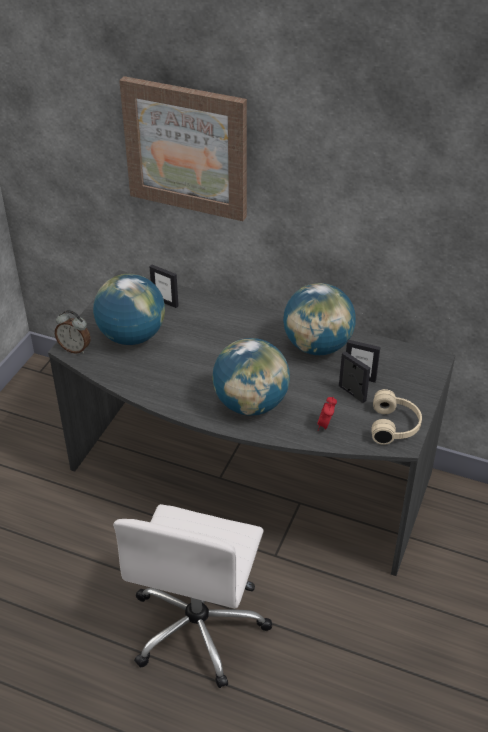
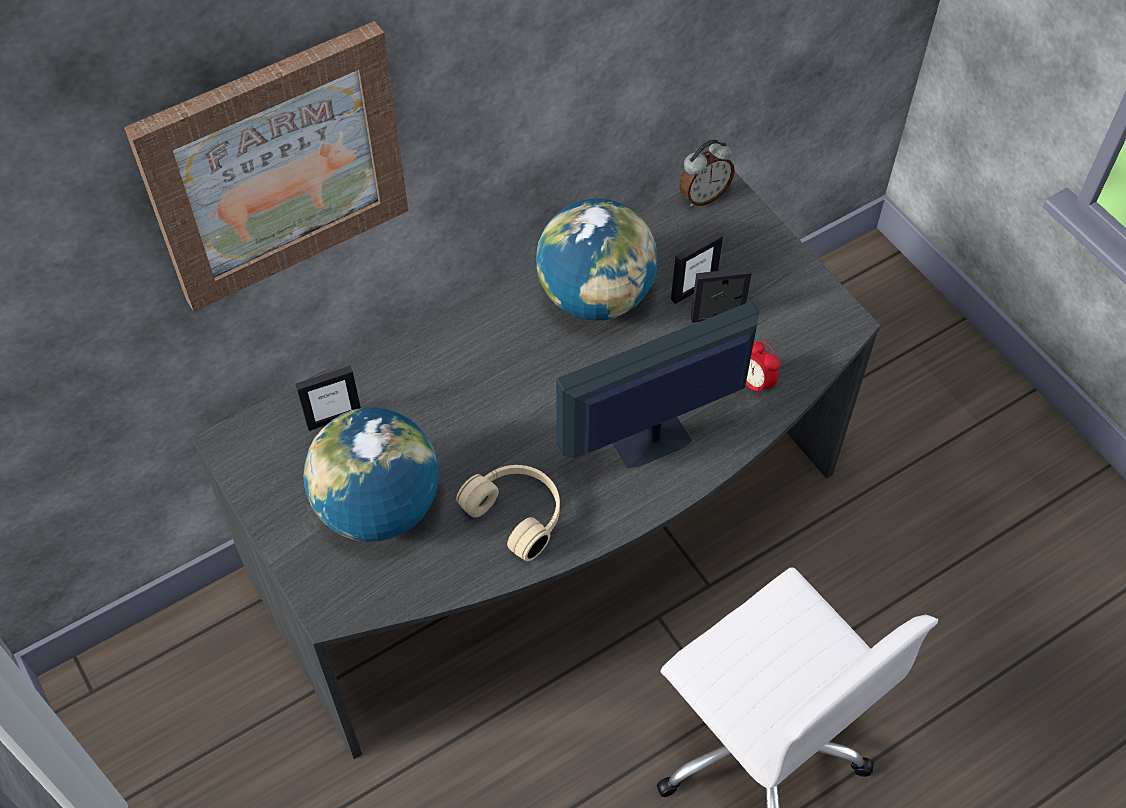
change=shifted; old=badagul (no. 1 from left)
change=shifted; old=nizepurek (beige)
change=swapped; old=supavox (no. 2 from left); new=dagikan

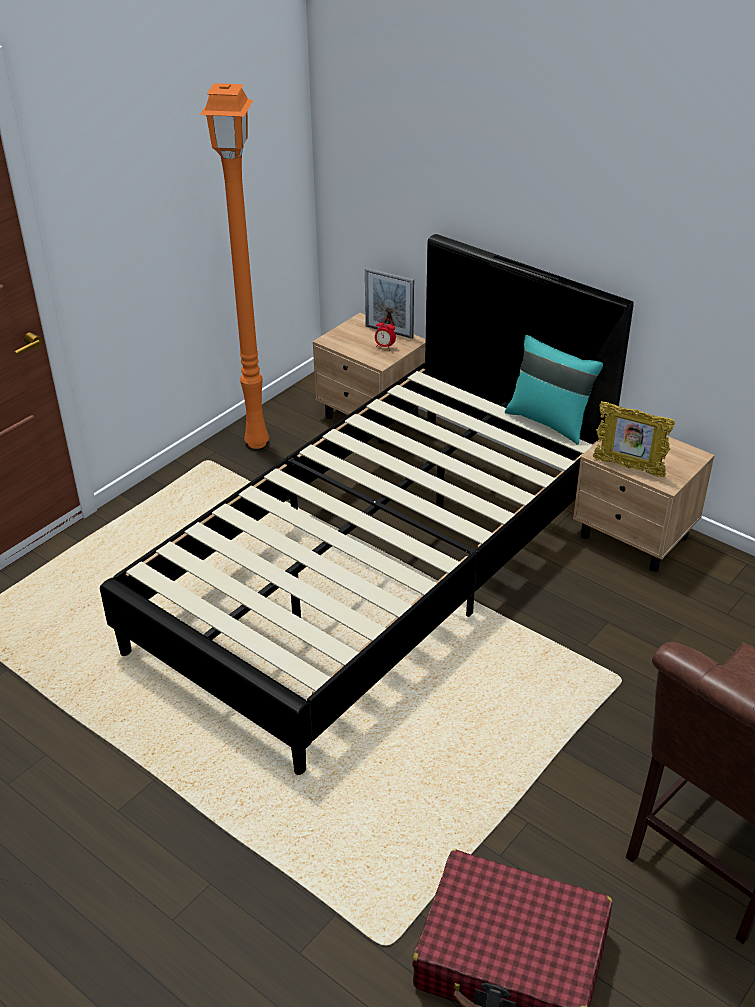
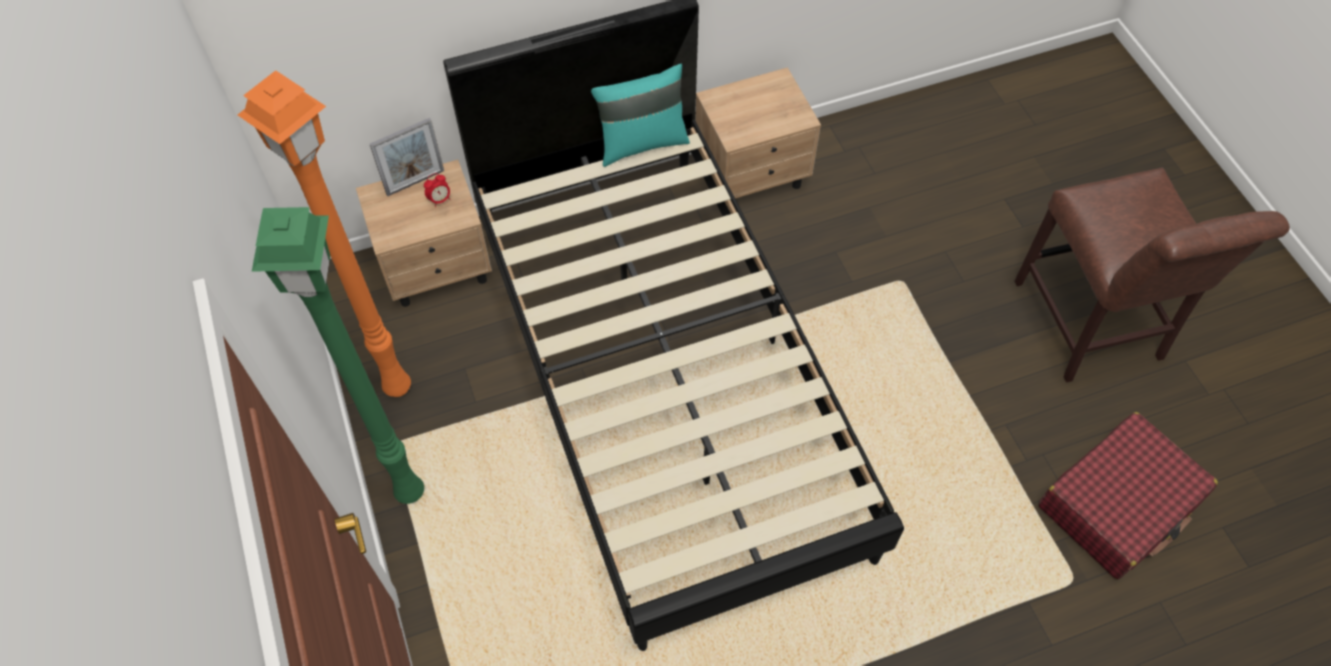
change=gone; old=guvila (no. 2 from left)
change=new; new=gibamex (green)

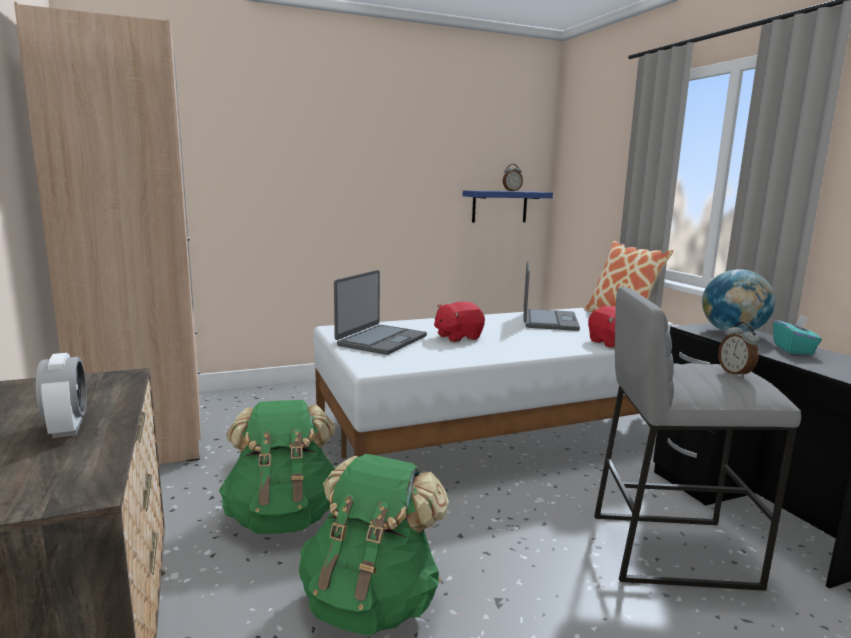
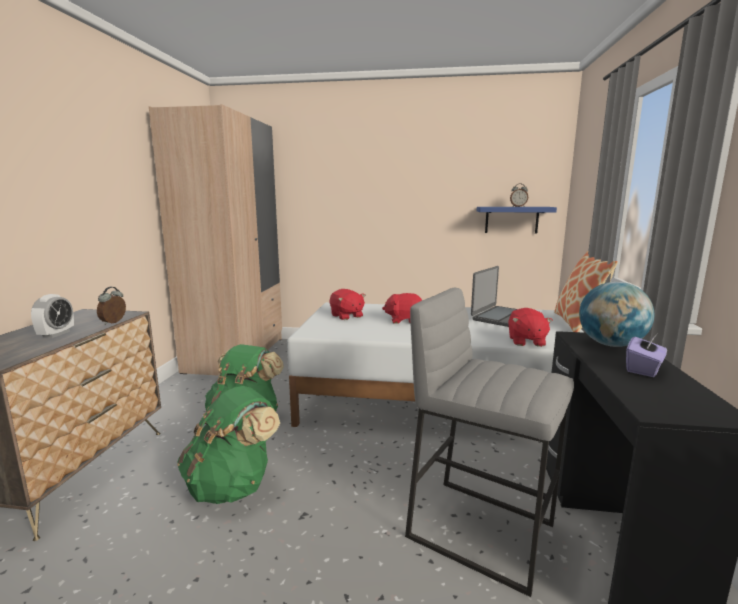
change=shifted; old=badagul (no. 3 from left in the first image); new=badagul (no. 2 from left)
change=swapped; old=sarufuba (no. 1 from left); new=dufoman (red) (no. 1 from left)
change=repainted; old=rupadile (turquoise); new=rupadile (purple)

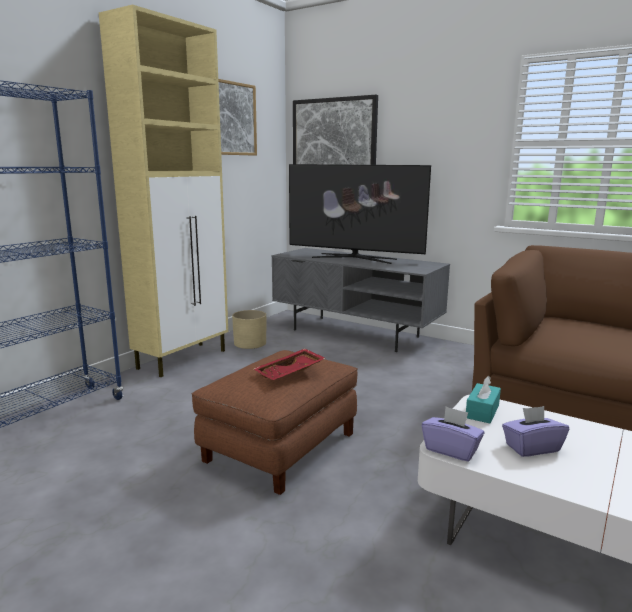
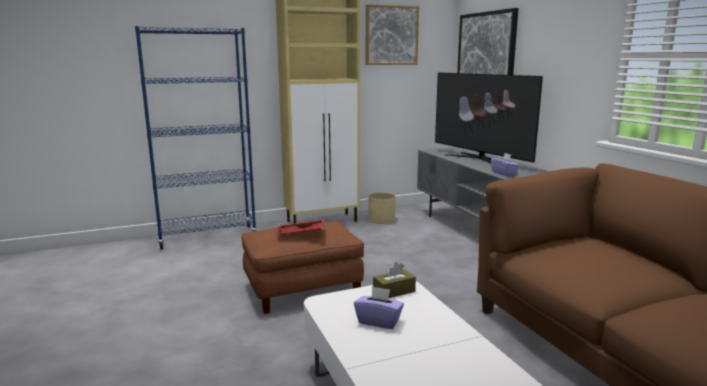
change=shifted; old=rupadile (purple) (no. 1 from left in the first image); new=rupadile (purple) (no. 2 from left)
change=repainted; old=rupadile (turquoise); new=rupadile (brown)

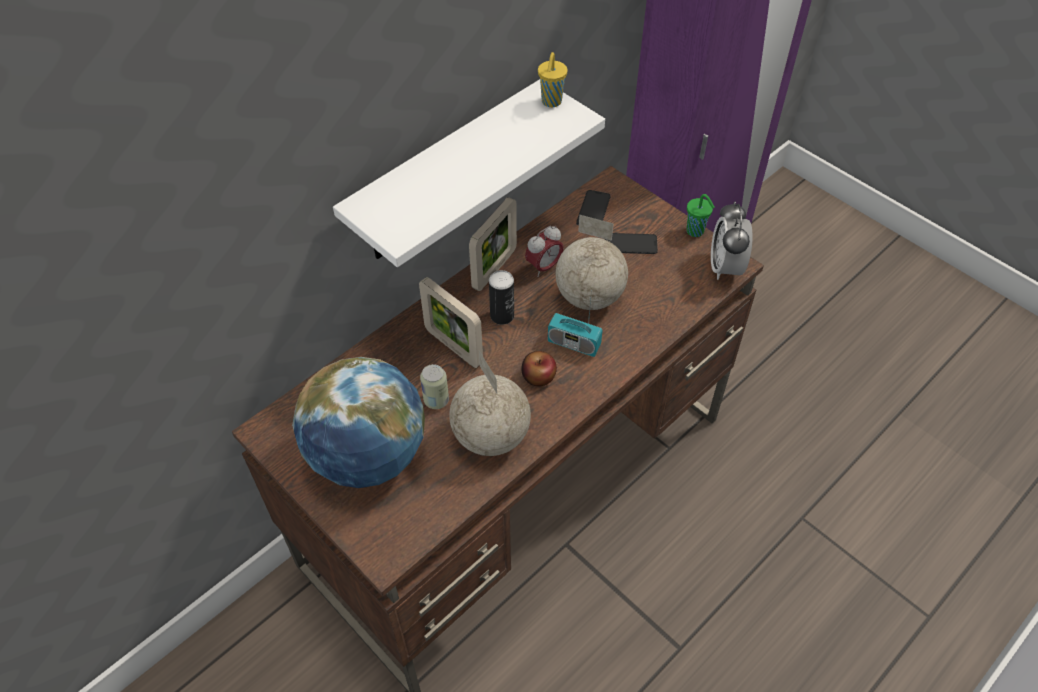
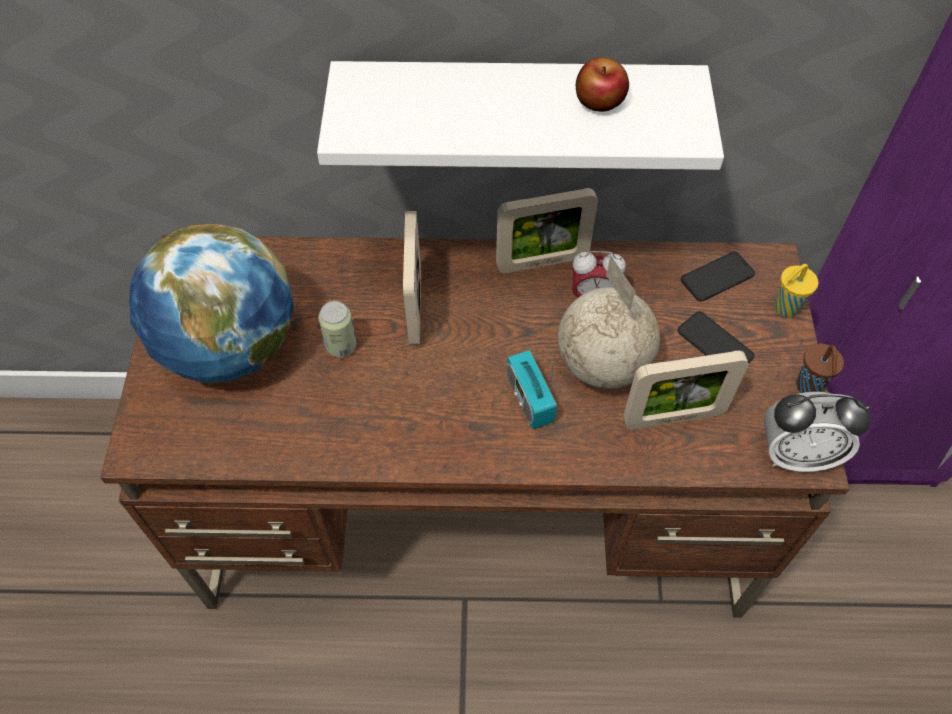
change=gone; old=supavox (no. 2 from left)
change=gone; old=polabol (no. 2 from left)
change=new; new=guvila (no. 3 from left)
change=shifted; old=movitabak
change=shifted; old=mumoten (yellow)
change=repainted; old=mumoten (green); new=mumoten (brown)
change=rotated; old=badagul (no. 2 from left); degrees=-135

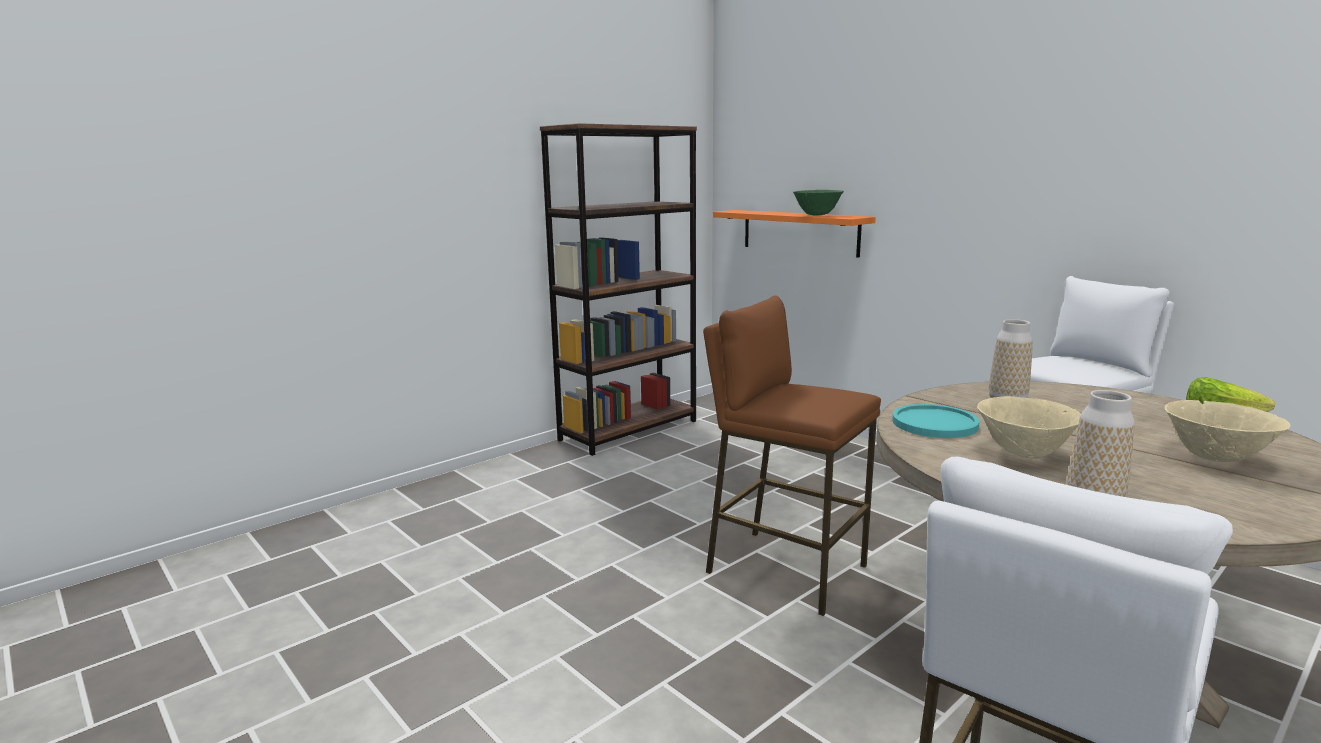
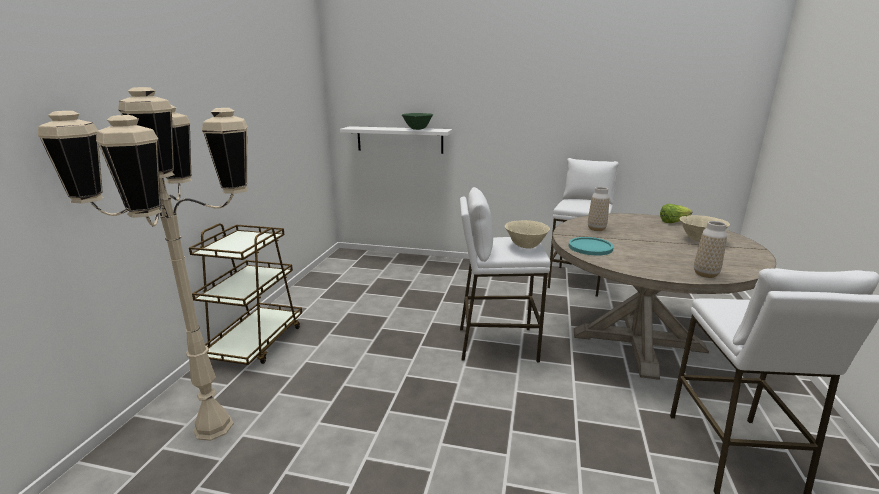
change=gone; old=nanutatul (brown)
change=new; new=gibamex (beige)
change=new; new=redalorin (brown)
change=shifted; old=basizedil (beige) (no. 1 from left)
change=repainted; old=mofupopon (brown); new=mofupopon (white) (no. 1 from left)
change=repainted; old=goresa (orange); new=goresa (white)

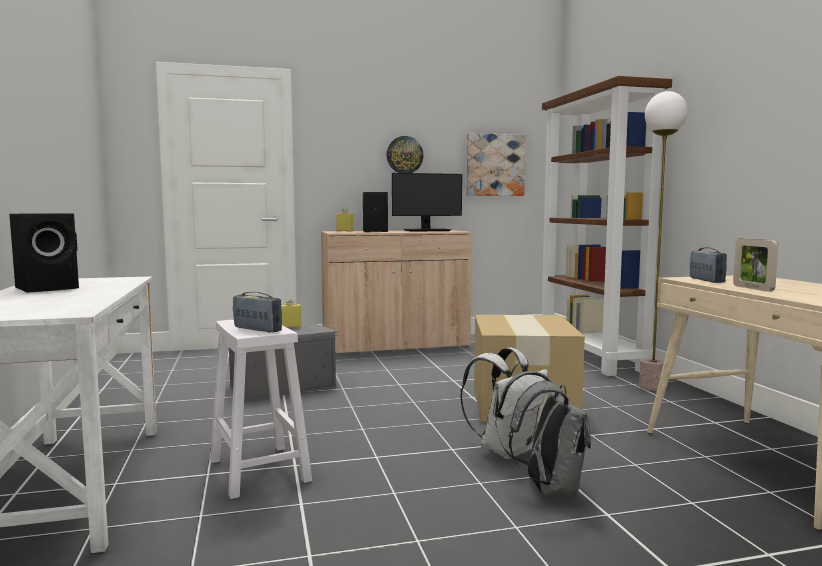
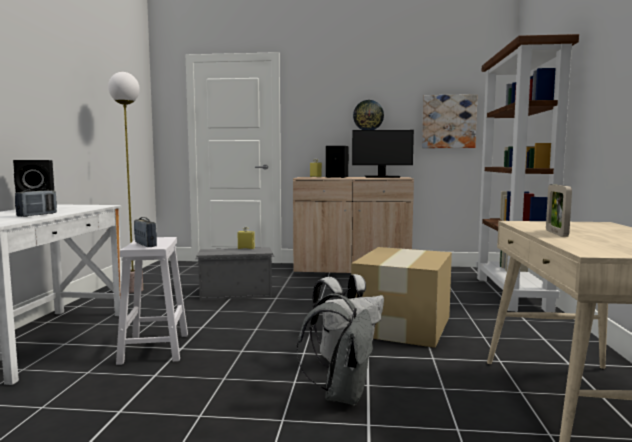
change=shifted; old=gibamex
change=shifted; old=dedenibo (no. 2 from left in the first image); new=dedenibo (no. 1 from left)

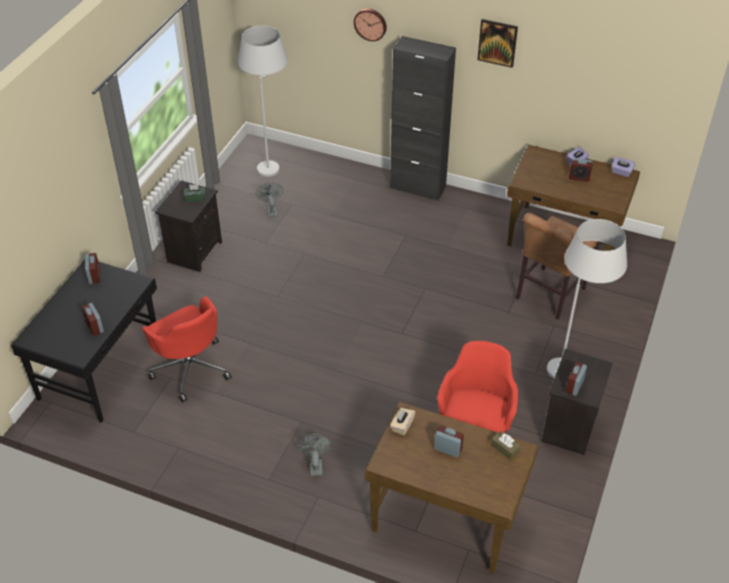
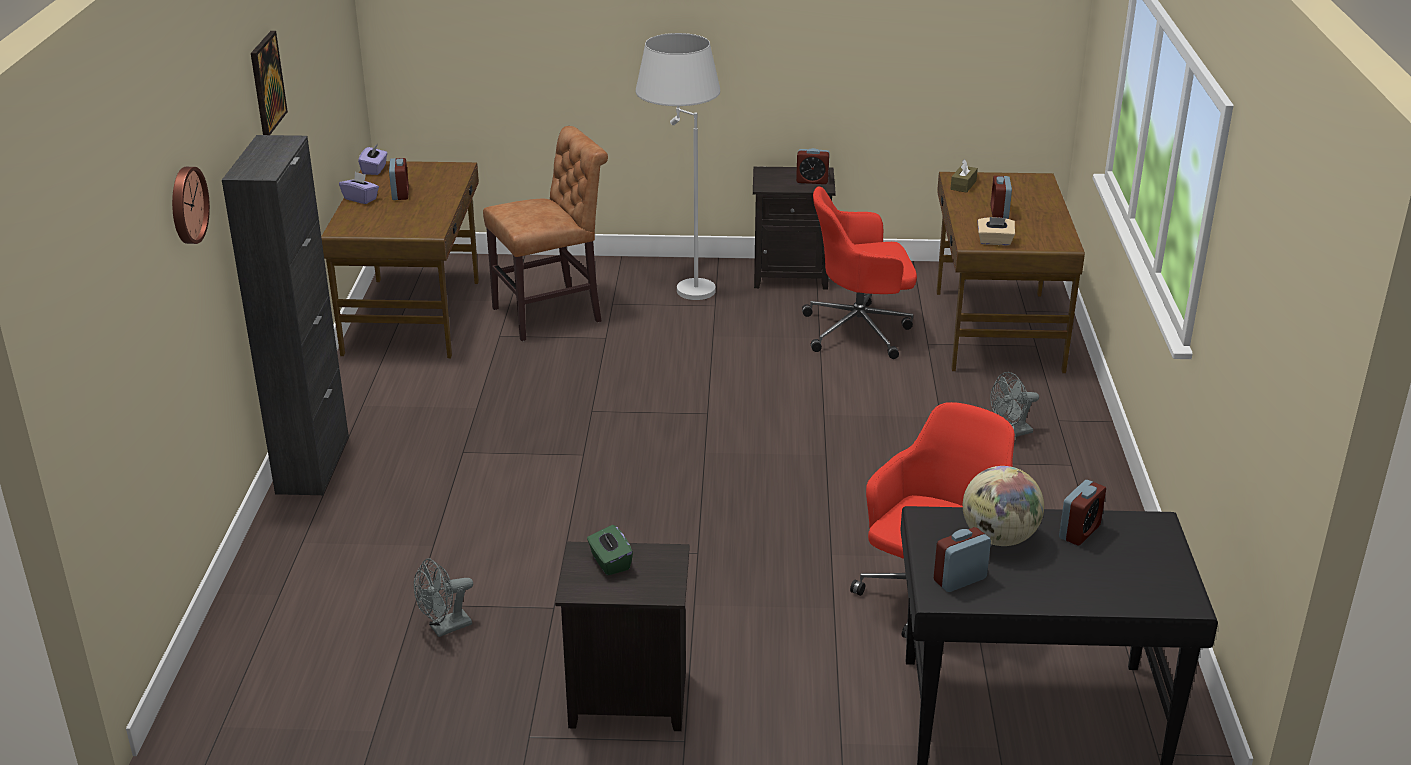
change=gone; old=gibamex (white) (no. 1 from left)
change=new; new=supavox
change=rotated; old=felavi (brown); degrees=-45

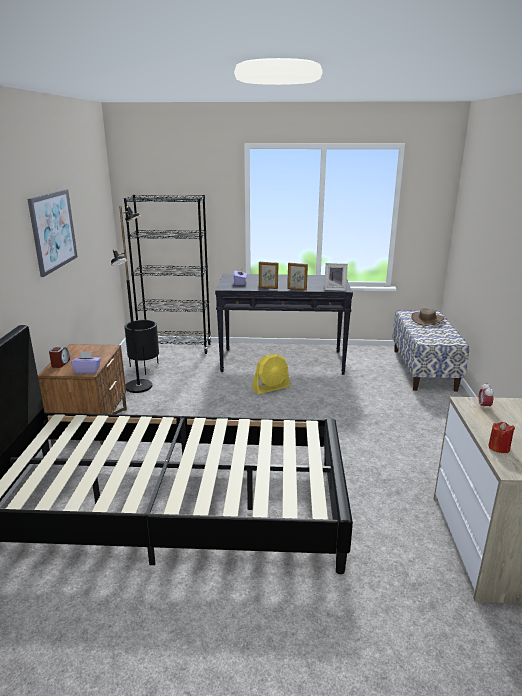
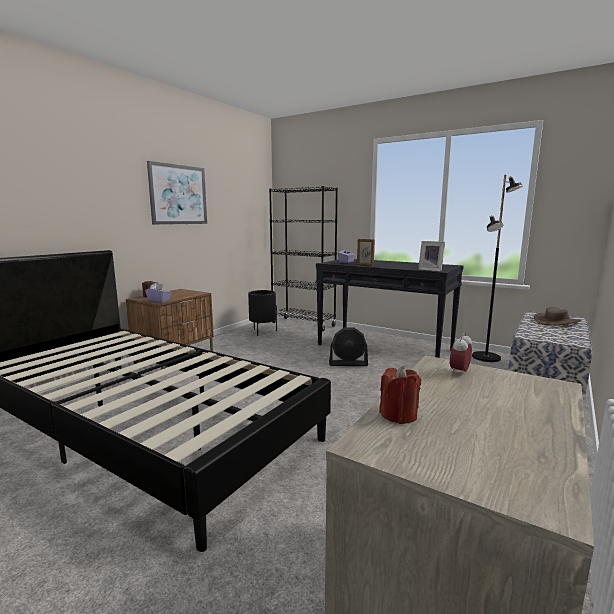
change=gone; old=guvila (no. 2 from left)
change=shifted; old=gibamex (black)
change=repainted; old=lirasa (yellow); new=lirasa (black)

